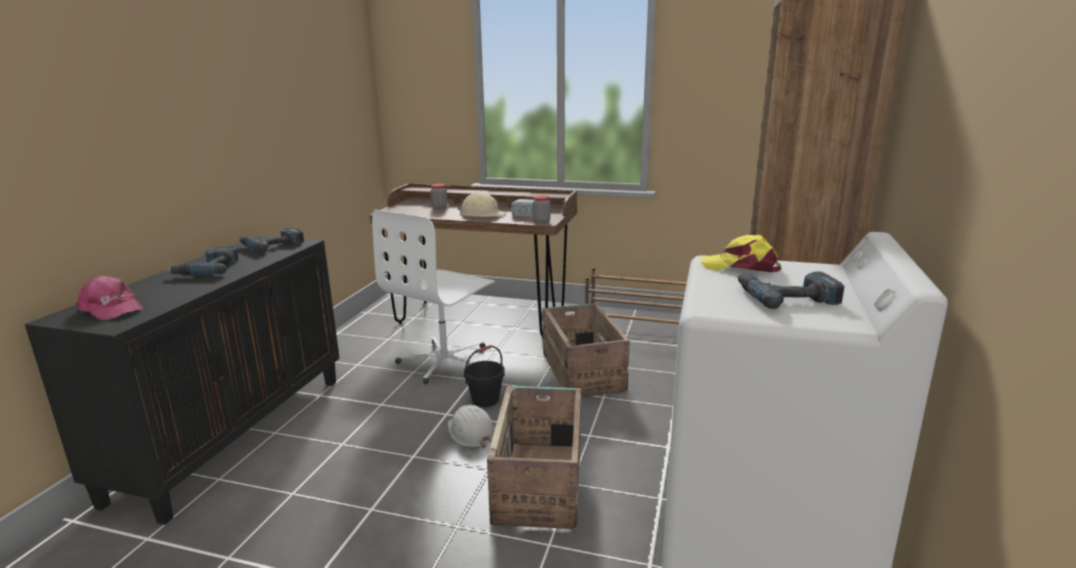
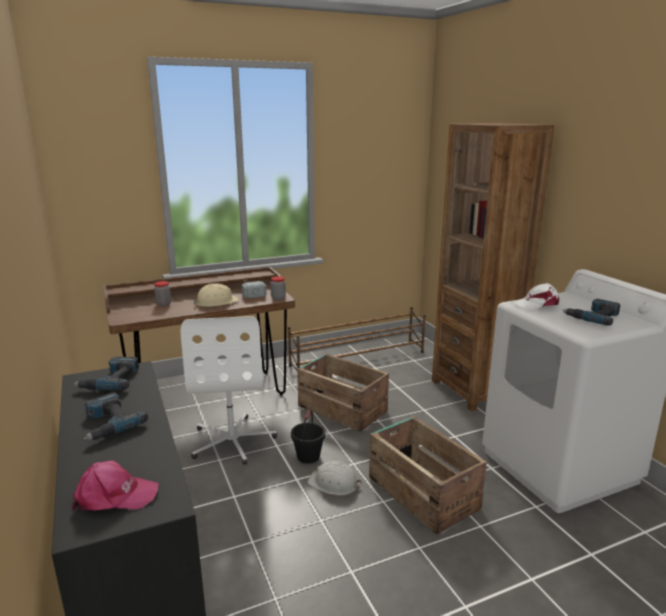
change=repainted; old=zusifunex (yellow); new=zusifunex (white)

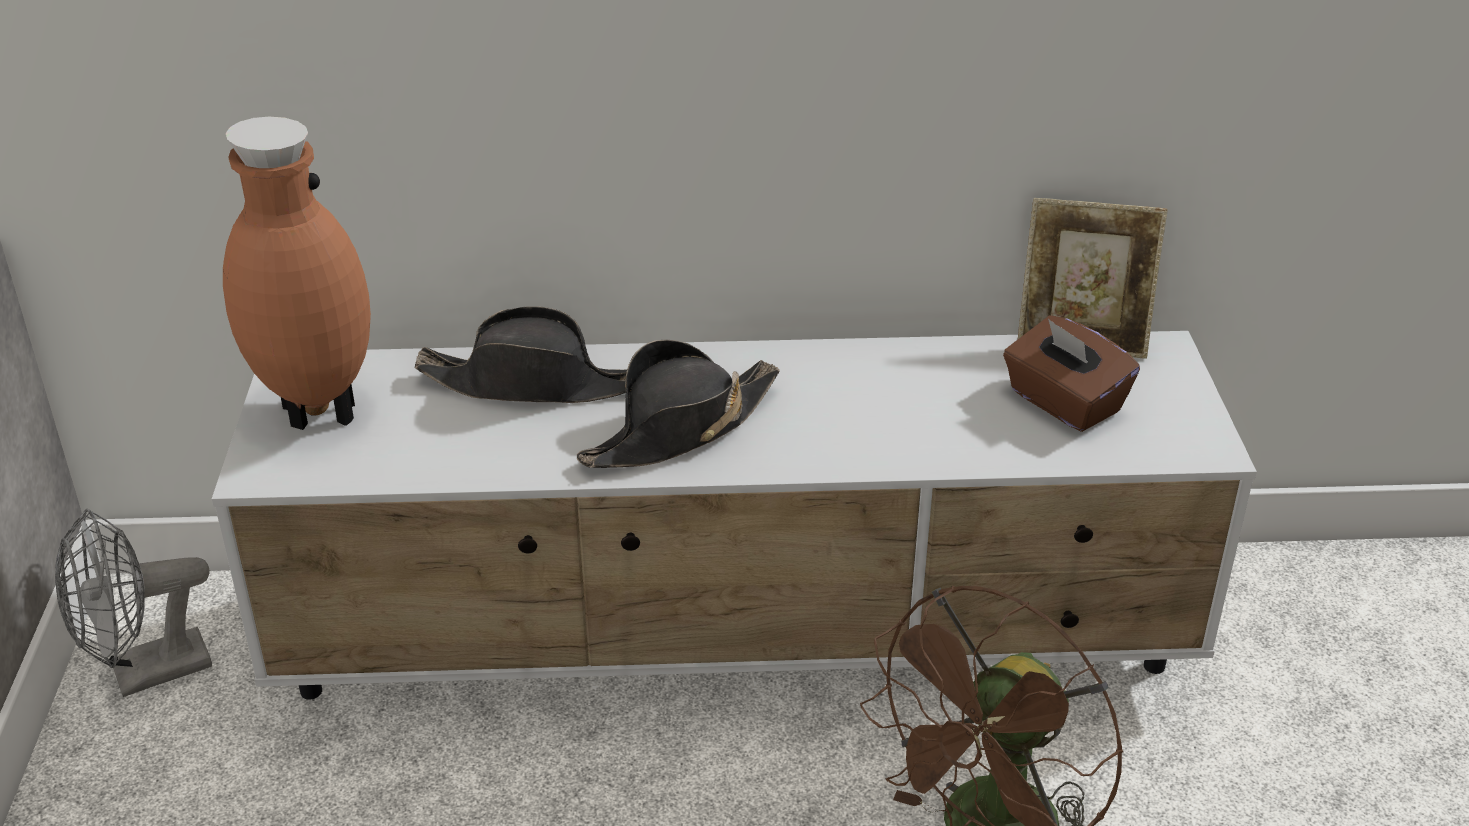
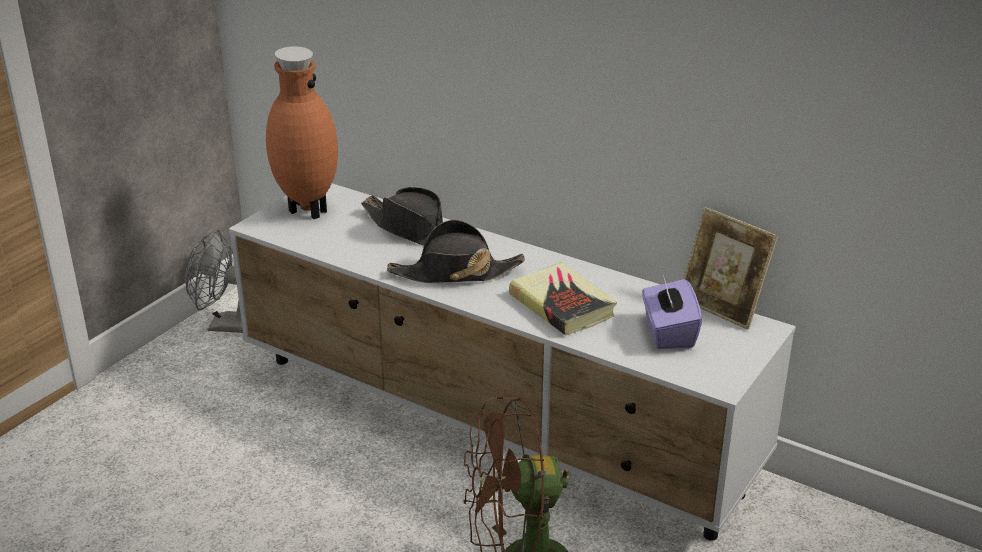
change=new; new=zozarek
change=repainted; old=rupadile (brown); new=rupadile (purple)

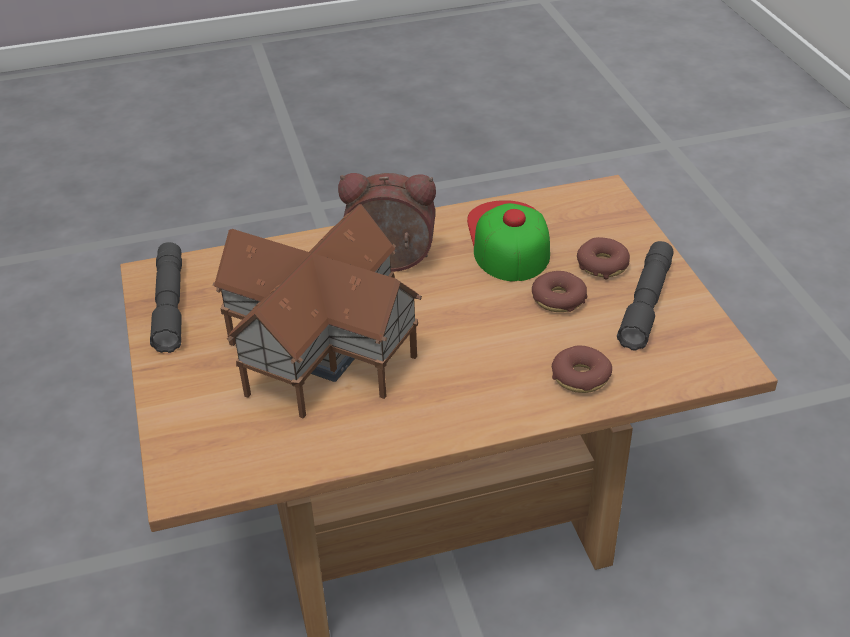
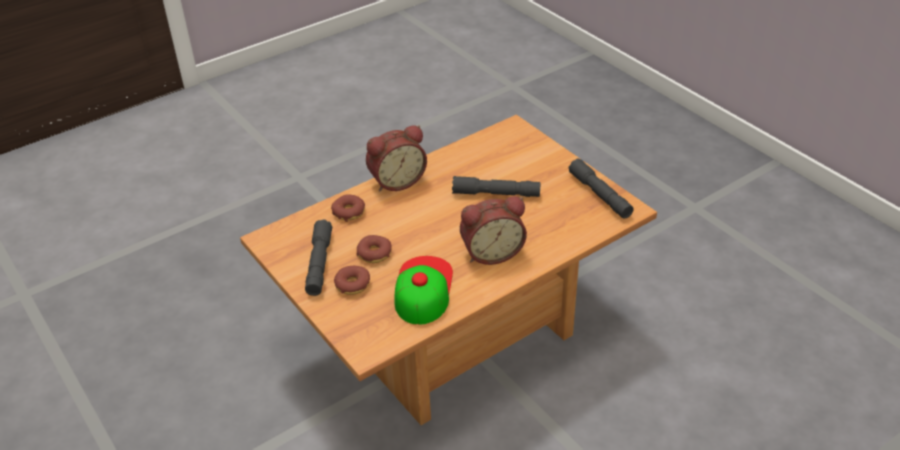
change=new; new=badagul (no. 1 from left)
change=swapped; old=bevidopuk; new=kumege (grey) (no. 2 from left)
change=rotated; old=zusifunex; degrees=-150

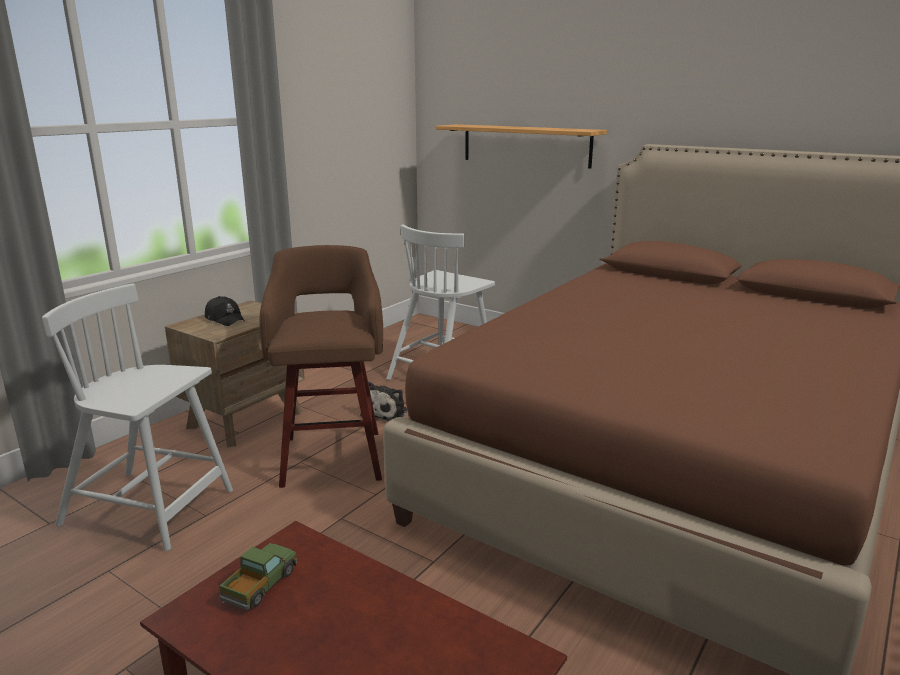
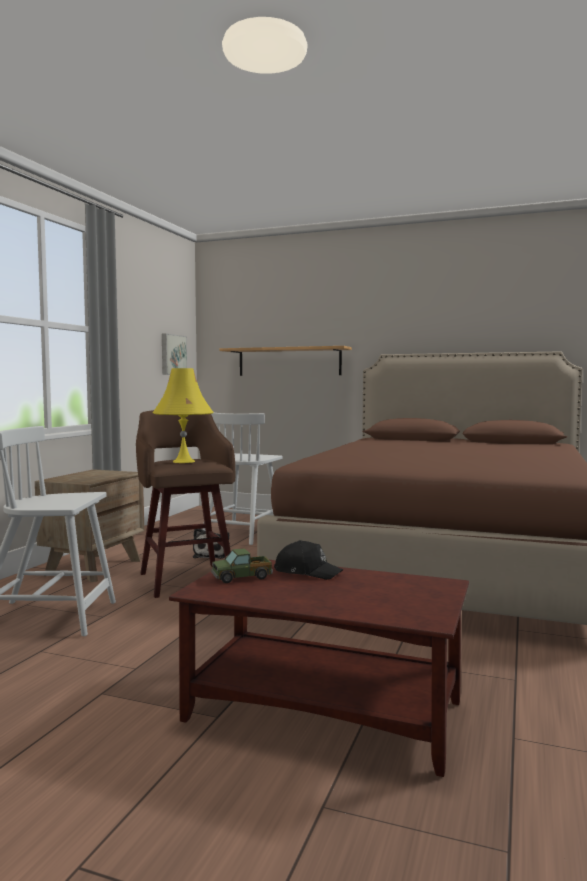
change=new; new=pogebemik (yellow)
change=new; new=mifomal
change=shifted; old=zusifunex (black)
change=rotated; old=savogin; degrees=-120

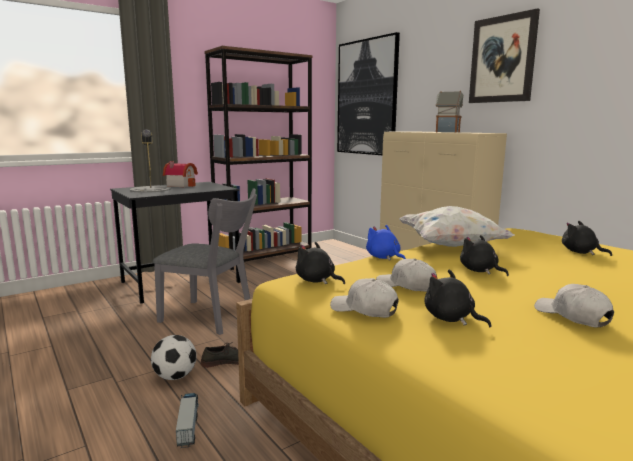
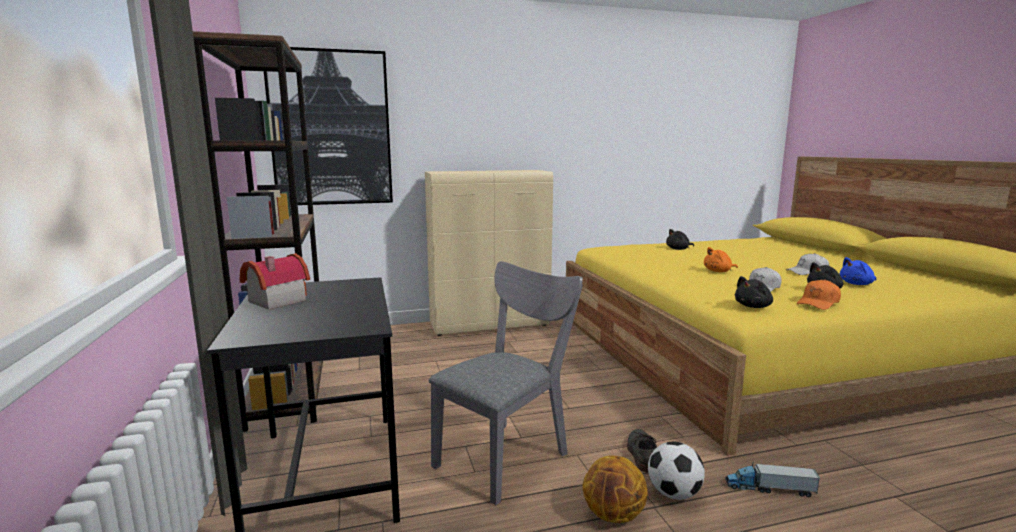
change=gone; old=pogebemik (grey)
change=gone; old=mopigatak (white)
change=gone; old=bevidopuk (no. 2 from left)
change=gone; old=mifomal (no. 2 from left)
change=new; new=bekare
change=shifted; old=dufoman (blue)
change=repainted; old=zusifunex (white) (no. 1 from left); new=zusifunex (orange)
change=repainted; old=dufoman (black) (no. 3 from left); new=dufoman (orange)

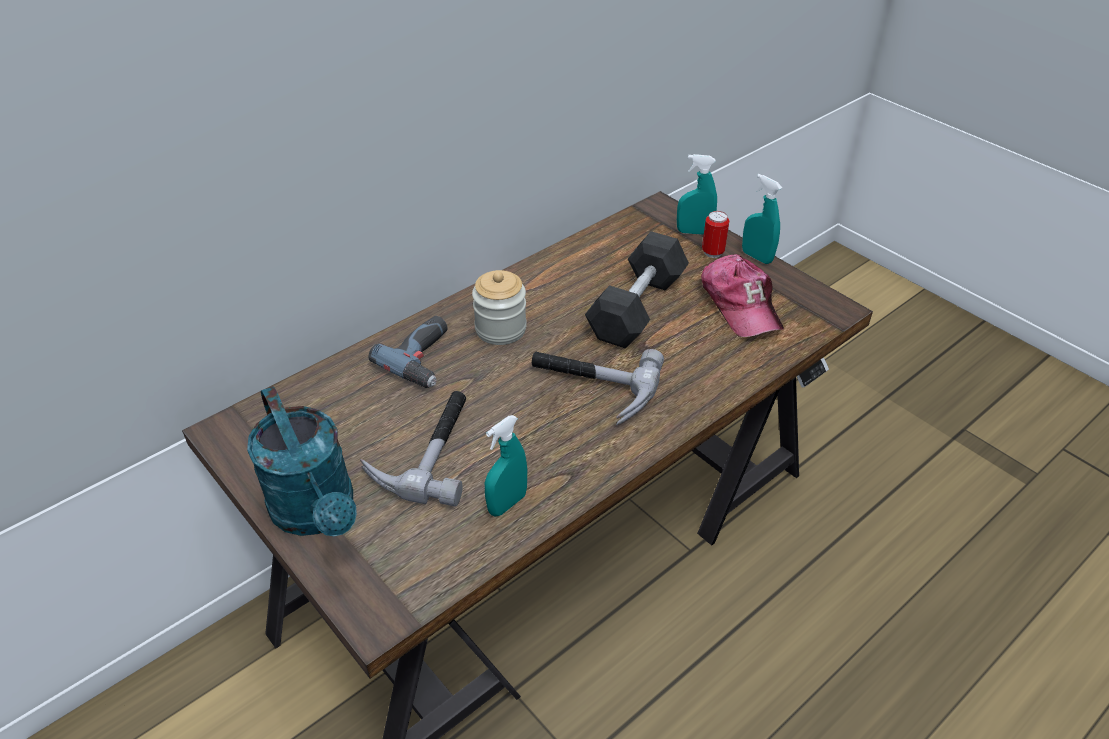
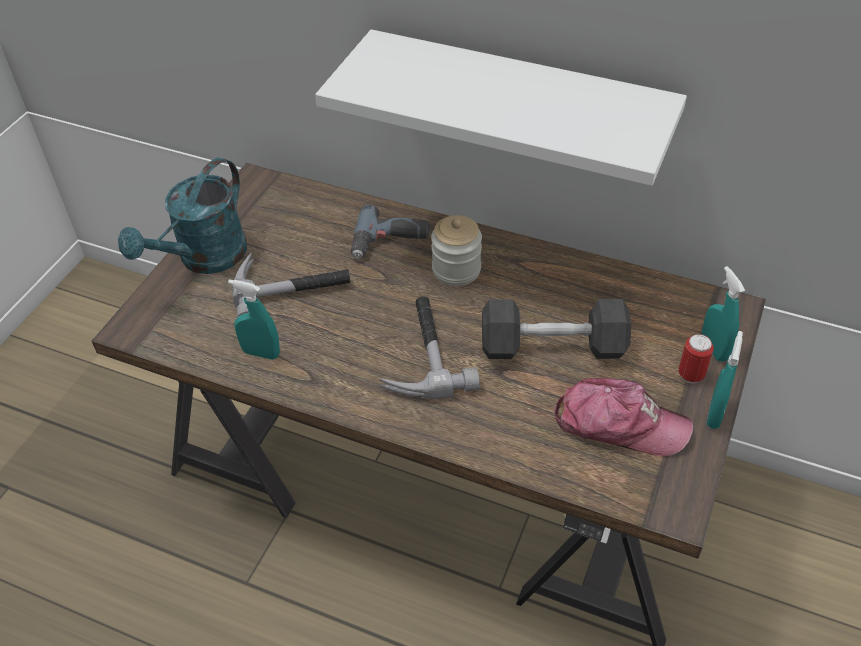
change=new; new=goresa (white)
change=rotated; old=zusifunex; degrees=-120

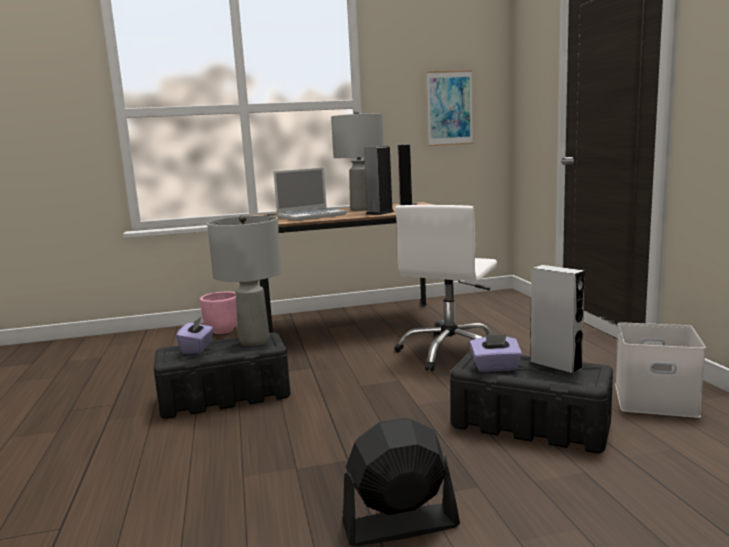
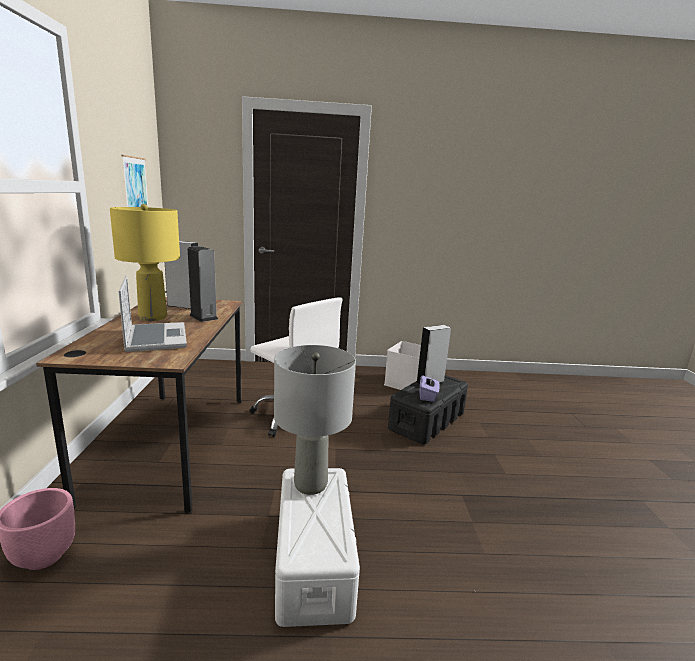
change=gone; old=rupadile (purple) (no. 1 from left)
change=gone; old=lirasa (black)
change=repainted; old=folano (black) (no. 1 from left); new=folano (white) (no. 1 from left)
change=repainted; old=pogebemik (grey) (no. 2 from left); new=pogebemik (yellow)

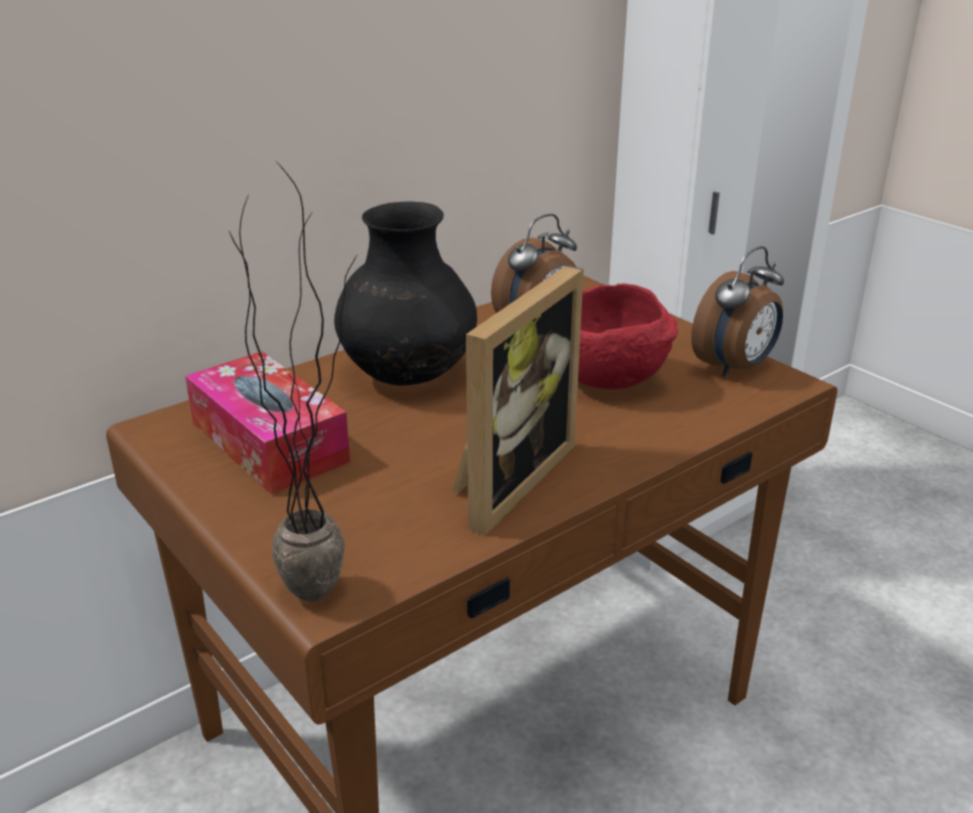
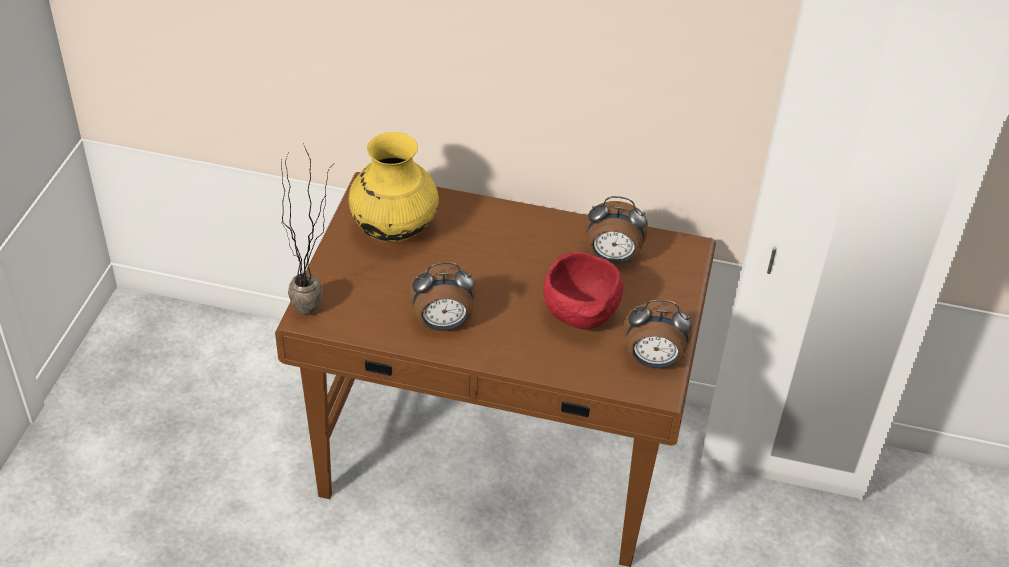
change=gone; old=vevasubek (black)
change=swapped; old=rupadile; new=vevasubek (yellow)
change=swapped; old=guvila; new=badagul (no. 1 from left)

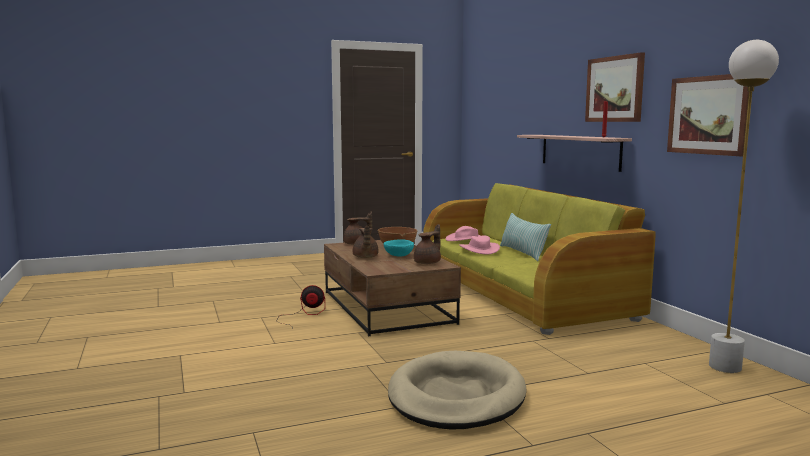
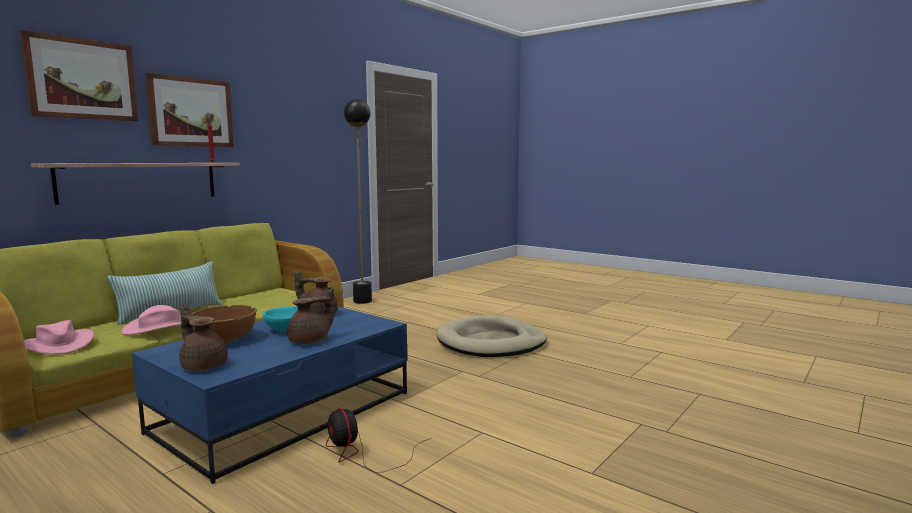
change=shifted; old=mifomal (no. 2 from left in the first image); new=mifomal (no. 1 from left)
change=repainted; old=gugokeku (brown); new=gugokeku (blue)
change=repainted; old=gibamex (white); new=gibamex (black)

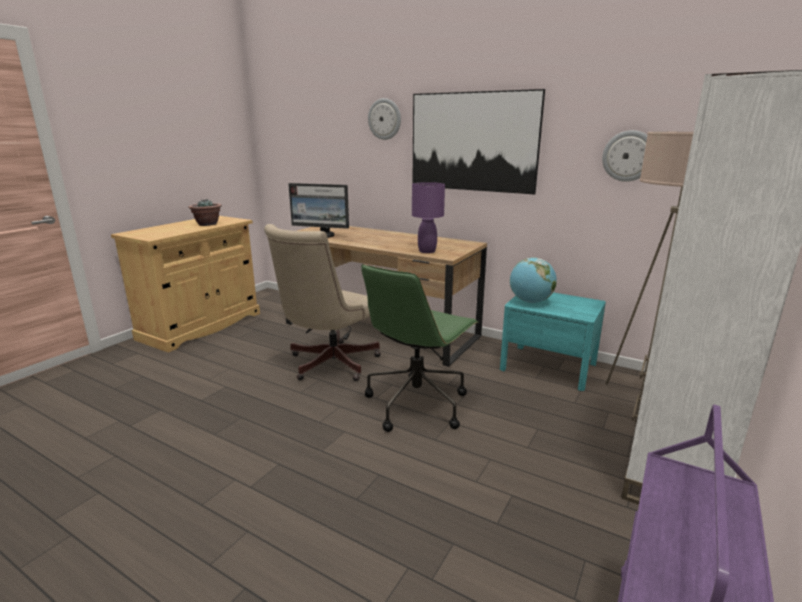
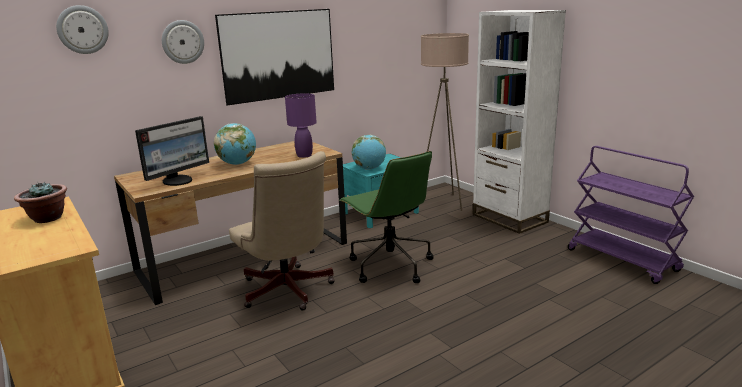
change=new; new=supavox (no. 1 from left)
change=shifted; old=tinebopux (no. 2 from left in the first image); new=tinebopux (no. 1 from left)

